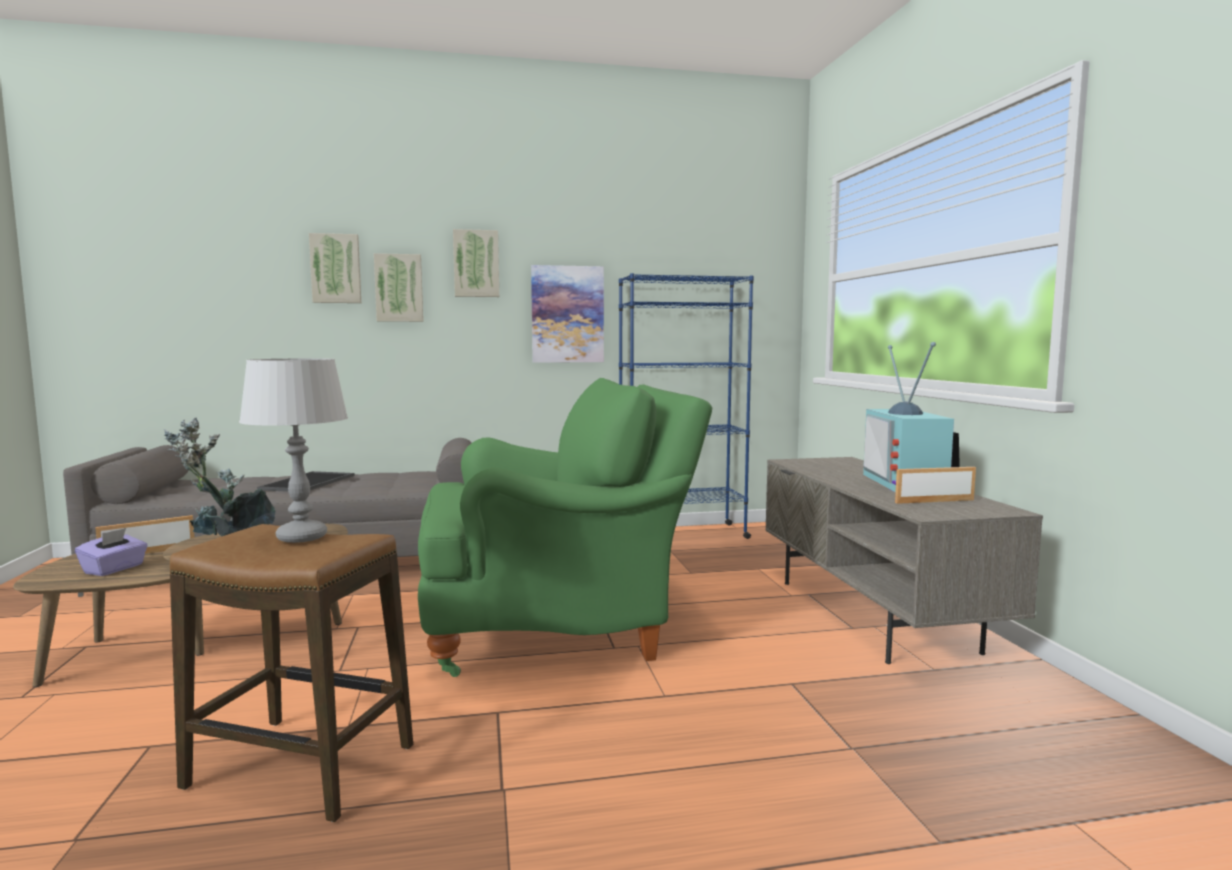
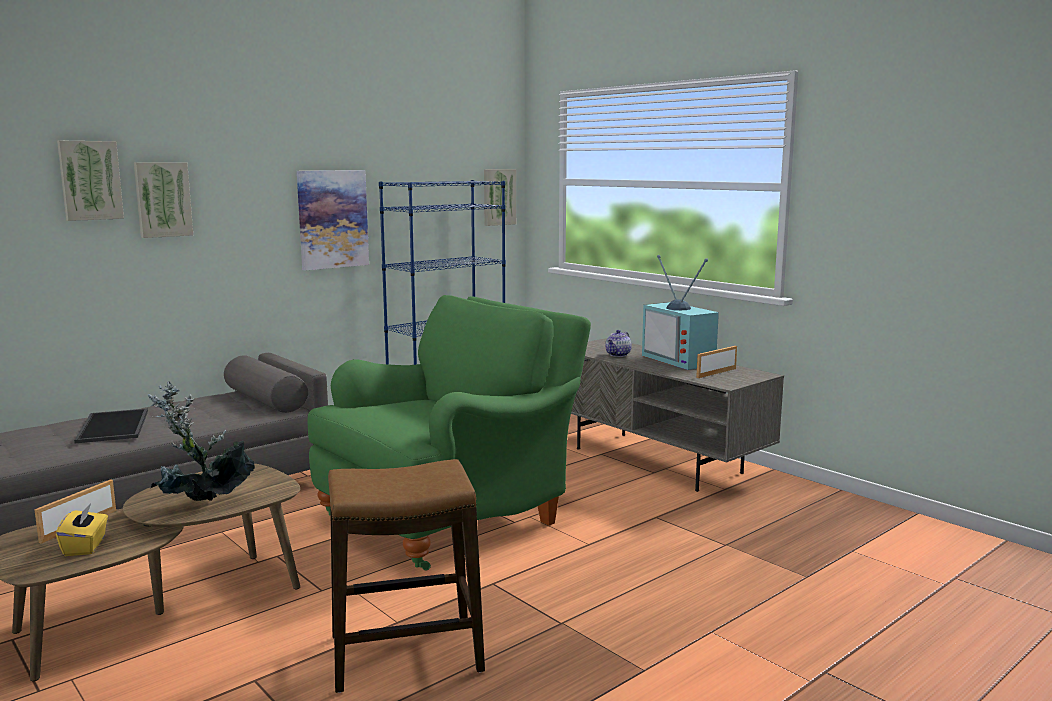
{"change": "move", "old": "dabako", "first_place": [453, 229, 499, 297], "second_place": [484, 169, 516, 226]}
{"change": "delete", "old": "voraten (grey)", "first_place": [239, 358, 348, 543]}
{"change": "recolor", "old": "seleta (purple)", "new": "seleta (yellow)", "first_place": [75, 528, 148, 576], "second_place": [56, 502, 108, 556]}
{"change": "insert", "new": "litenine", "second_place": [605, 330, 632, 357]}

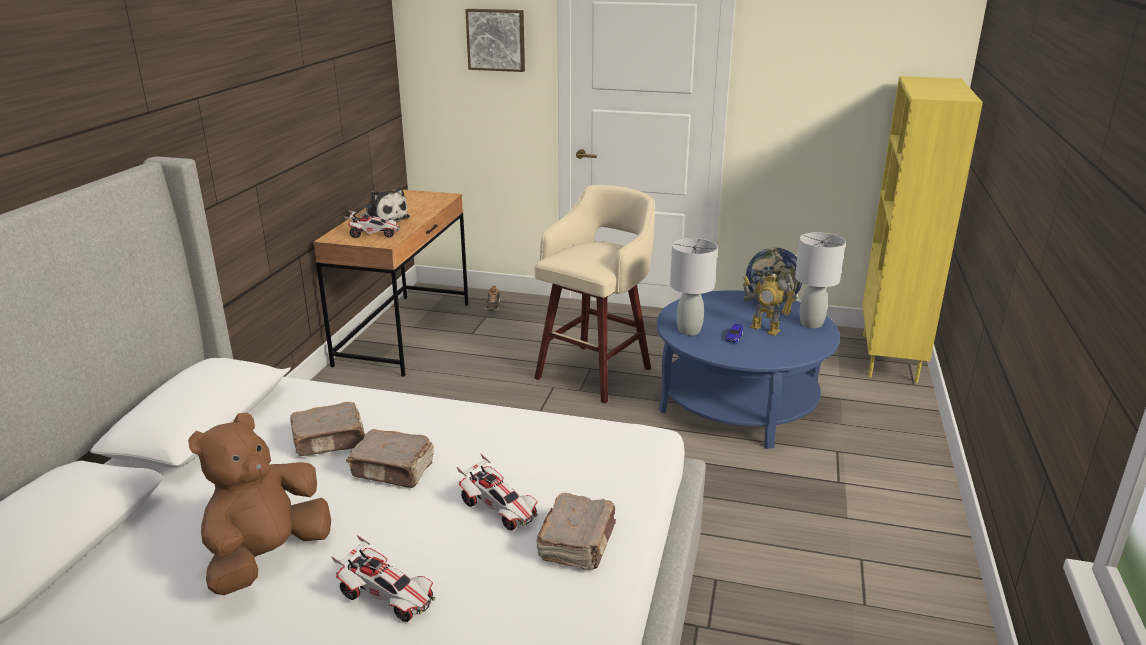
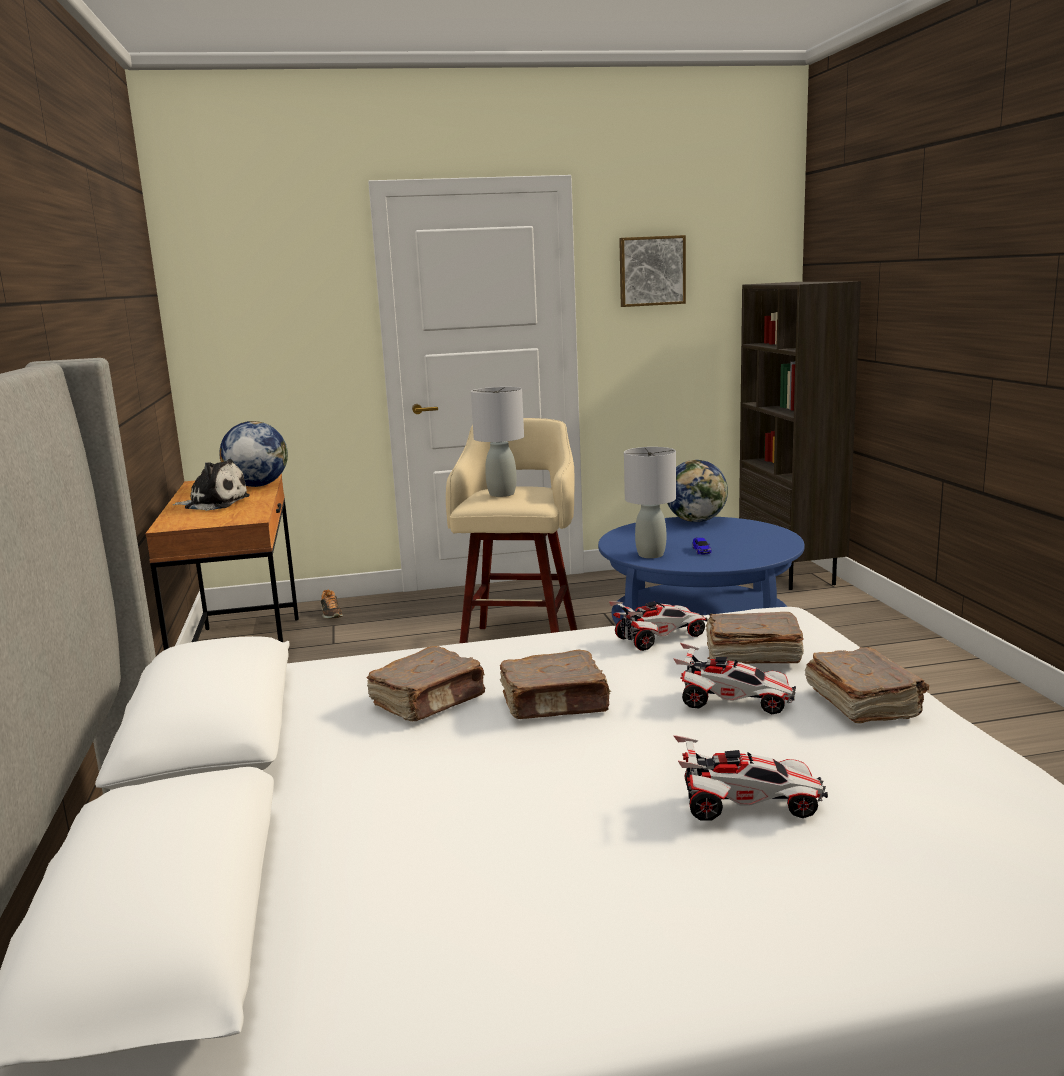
{"change": "move", "old": "dabako", "first_place": [465, 9, 525, 72], "second_place": [619, 235, 686, 307]}
{"change": "recolor", "old": "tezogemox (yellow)", "new": "tezogemox (brown)", "first_place": [863, 76, 983, 383], "second_place": [739, 281, 861, 590]}
{"change": "move", "old": "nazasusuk", "first_place": [344, 210, 400, 238], "second_place": [608, 601, 708, 651]}
{"change": "move", "old": "voraten (grey)", "first_place": [795, 232, 846, 328], "second_place": [471, 387, 524, 497]}
{"change": "delete", "old": "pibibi", "first_place": [743, 274, 797, 336]}
{"change": "delete", "old": "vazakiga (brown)", "first_place": [188, 413, 331, 595]}
{"change": "insert", "new": "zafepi", "second_place": [219, 421, 288, 487]}
{"change": "insert", "new": "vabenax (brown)", "second_place": [706, 612, 804, 664]}

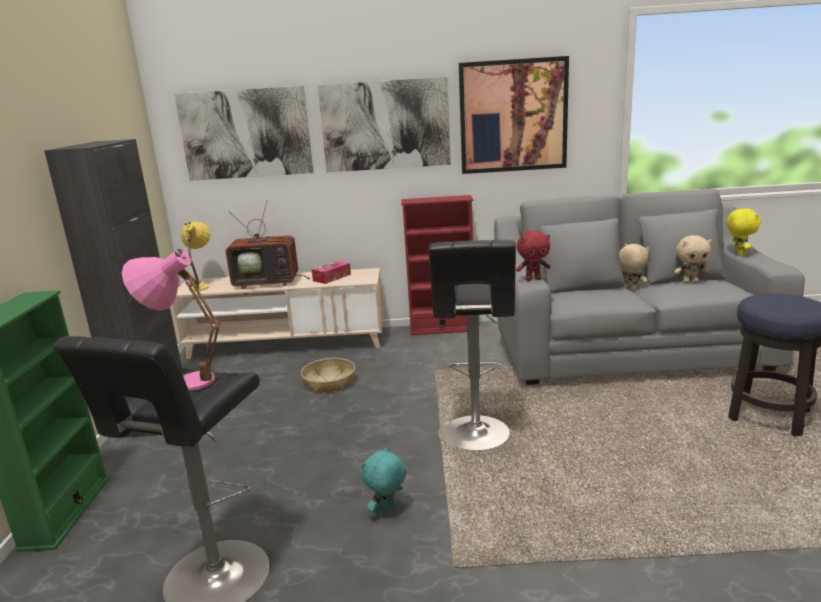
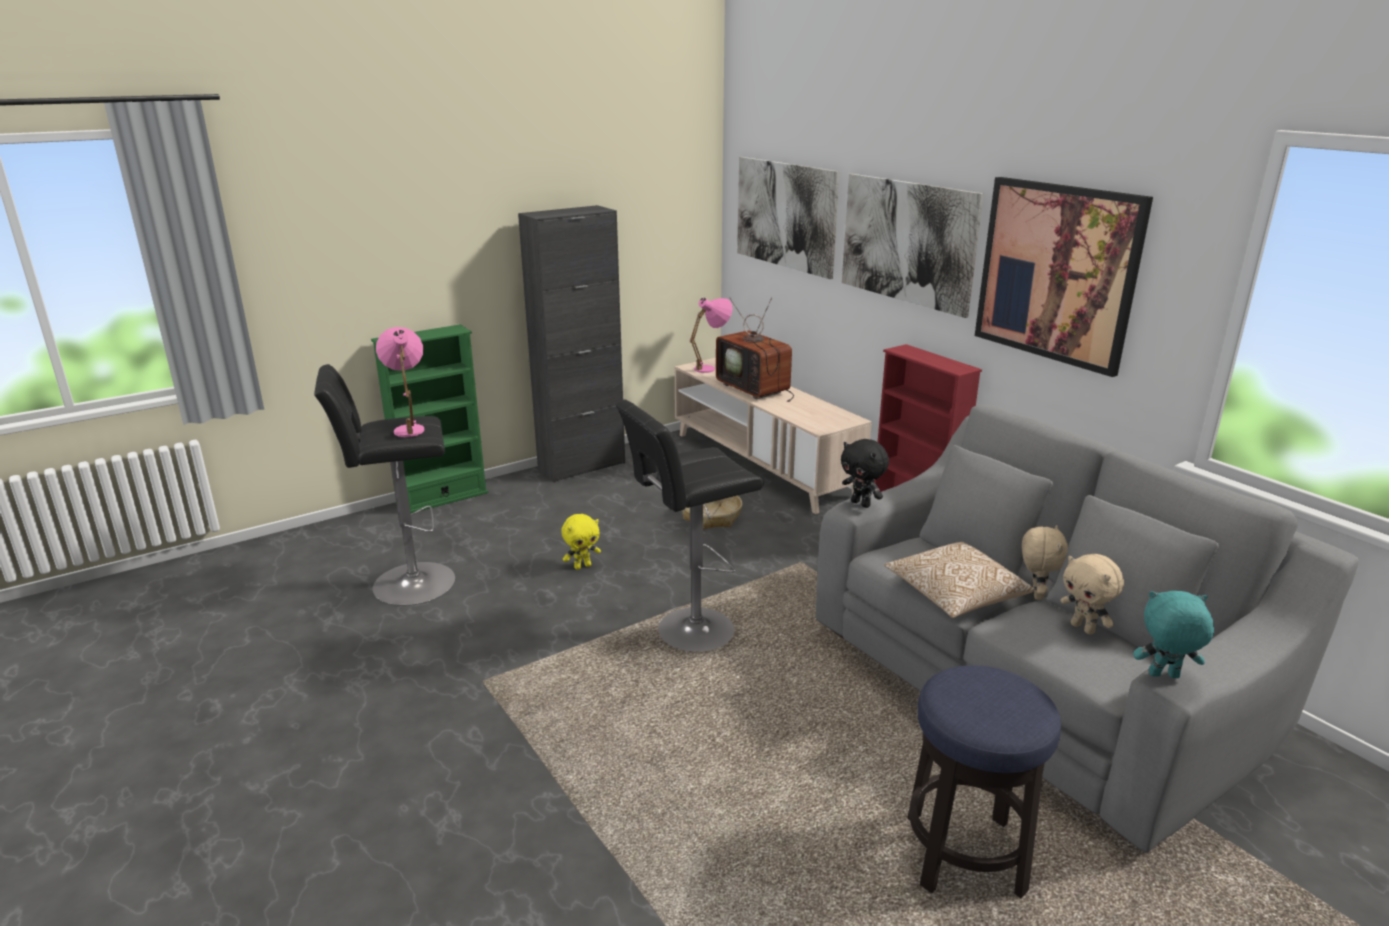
{"change": "move", "old": "vazakiga (yellow)", "first_place": [727, 209, 761, 256], "second_place": [561, 514, 601, 570]}
{"change": "recolor", "old": "voraten (yellow)", "new": "voraten (pink)", "first_place": [181, 221, 211, 292], "second_place": [690, 298, 732, 373]}
{"change": "recolor", "old": "vazakiga (red)", "new": "vazakiga (black)", "first_place": [516, 230, 551, 281], "second_place": [841, 439, 889, 508]}
{"change": "delete", "old": "seleta", "first_place": [312, 261, 351, 284]}
{"change": "move", "old": "vazakiga (turquoise)", "first_place": [361, 446, 407, 516], "second_place": [1133, 591, 1214, 678]}
{"change": "insert", "new": "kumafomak", "second_place": [884, 542, 1034, 618]}

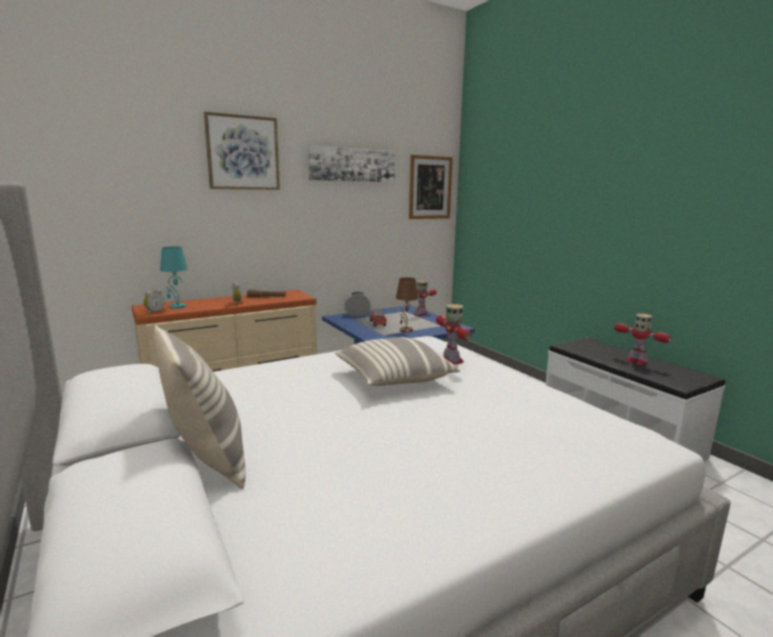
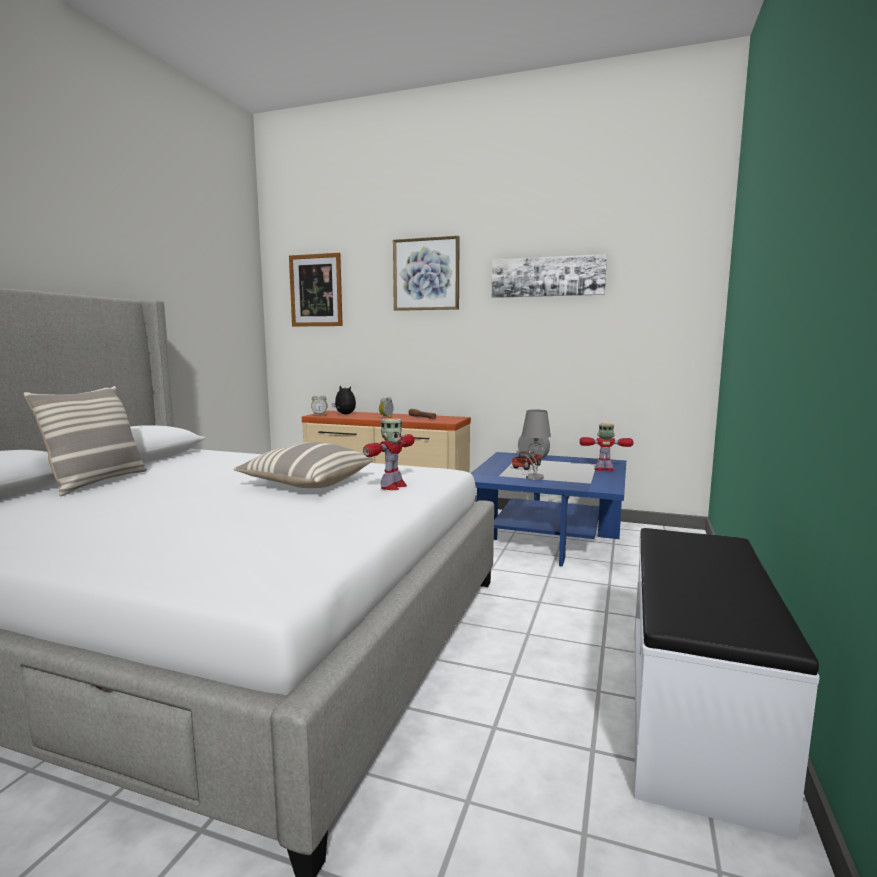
{"change": "move", "old": "dabako", "first_place": [409, 155, 453, 219], "second_place": [289, 253, 343, 327]}
{"change": "replace", "old": "voraten (turquoise)", "new": "vazakiga", "first_place": [160, 246, 188, 309], "second_place": [332, 385, 356, 414]}
{"change": "recolor", "old": "voraten (brown)", "new": "voraten (grey)", "first_place": [396, 277, 418, 333], "second_place": [522, 410, 551, 480]}
{"change": "delete", "old": "pibibi", "first_place": [614, 313, 671, 365]}

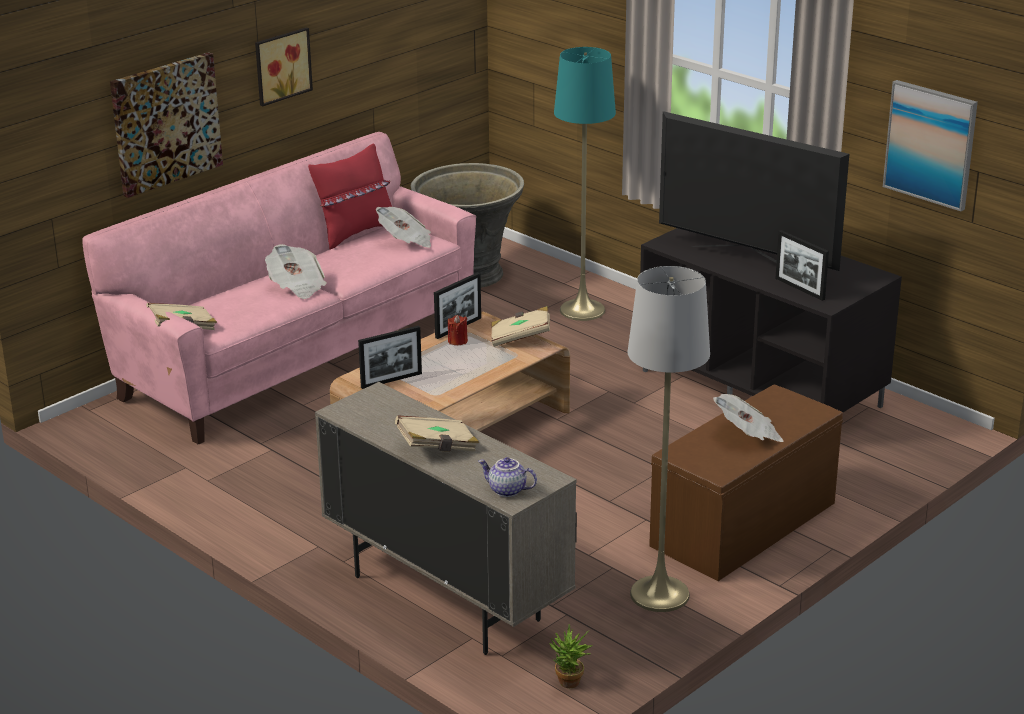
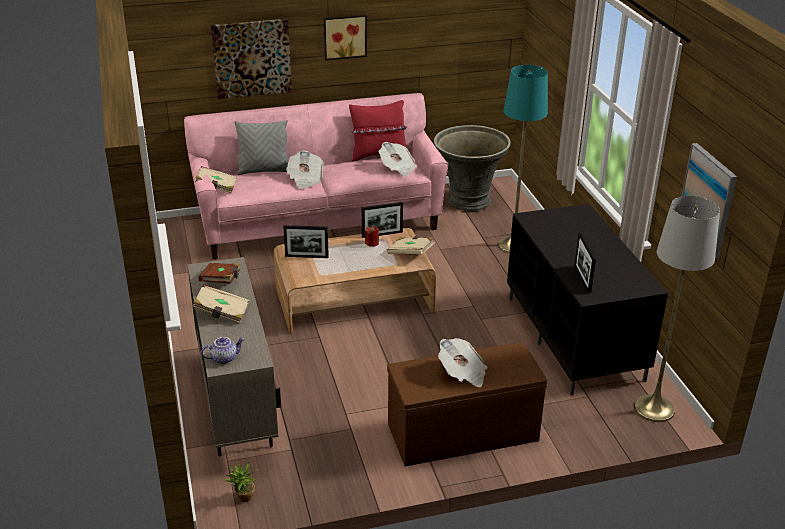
{"change": "delete", "old": "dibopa", "first_place": [659, 111, 849, 271]}
{"change": "move", "old": "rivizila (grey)", "first_place": [628, 266, 710, 612], "second_place": [634, 196, 720, 422]}
{"change": "rotate", "old": "litenine", "first_place": [478, 457, 537, 497], "second_place": [201, 337, 244, 364], "degrees": 105}
{"change": "insert", "new": "kumafomak (grey)", "second_place": [235, 120, 288, 175]}
{"change": "insert", "new": "vabenax (brown)", "second_place": [198, 263, 240, 284]}

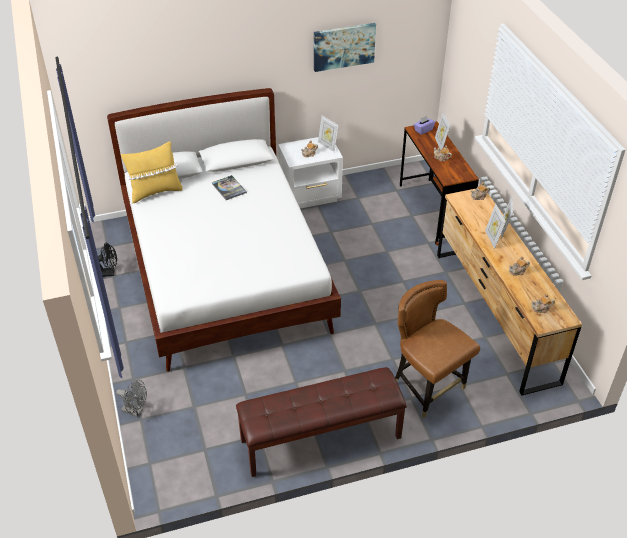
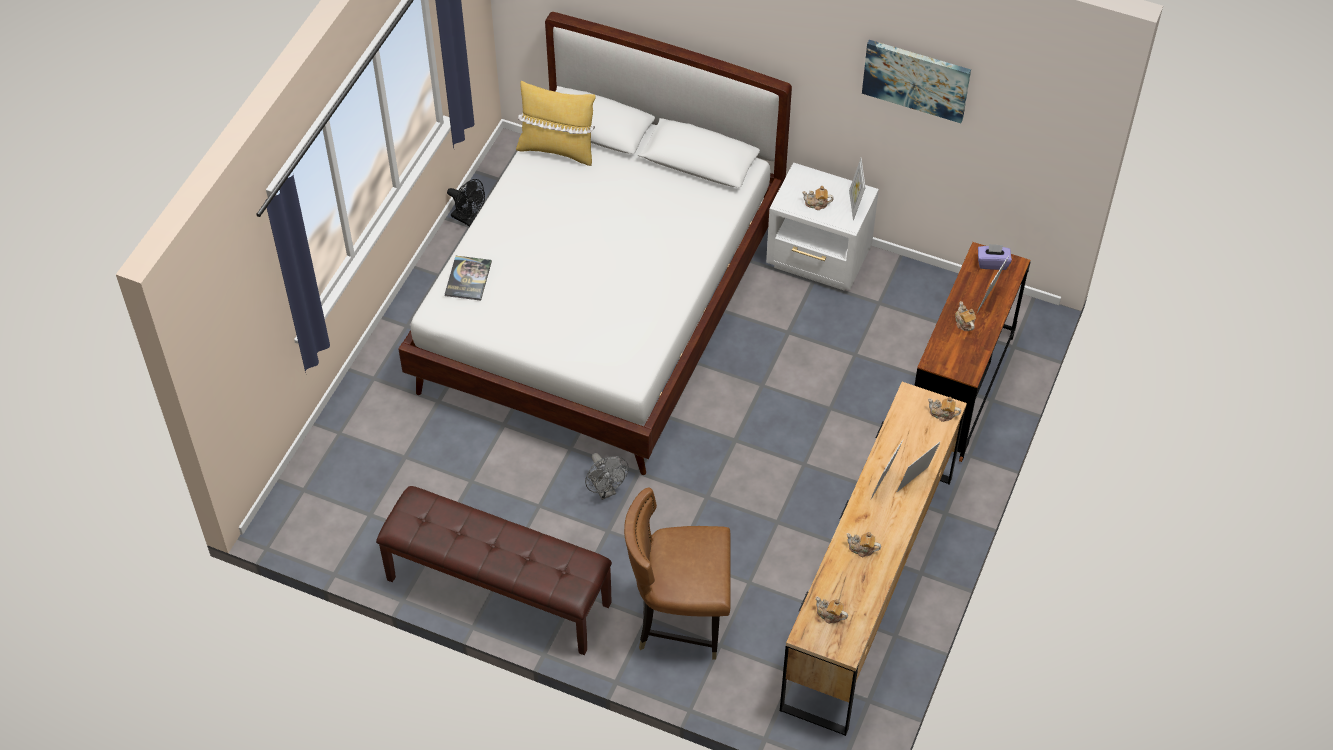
{"change": "move", "old": "vabenax", "first_place": [212, 175, 247, 200], "second_place": [444, 256, 492, 301]}
{"change": "rotate", "old": "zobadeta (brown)", "first_place": [395, 280, 480, 418], "second_place": [624, 487, 730, 659], "degrees": -90}
{"change": "move", "old": "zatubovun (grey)", "first_place": [116, 380, 147, 417], "second_place": [585, 453, 629, 500]}

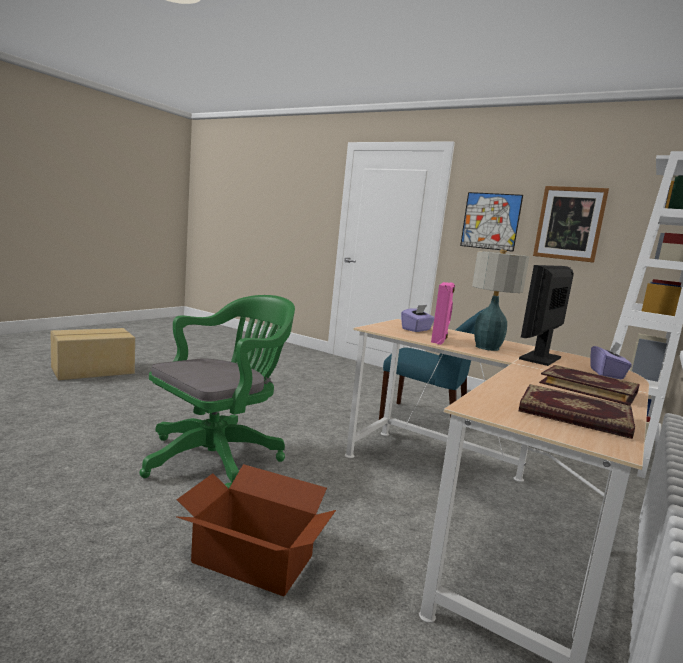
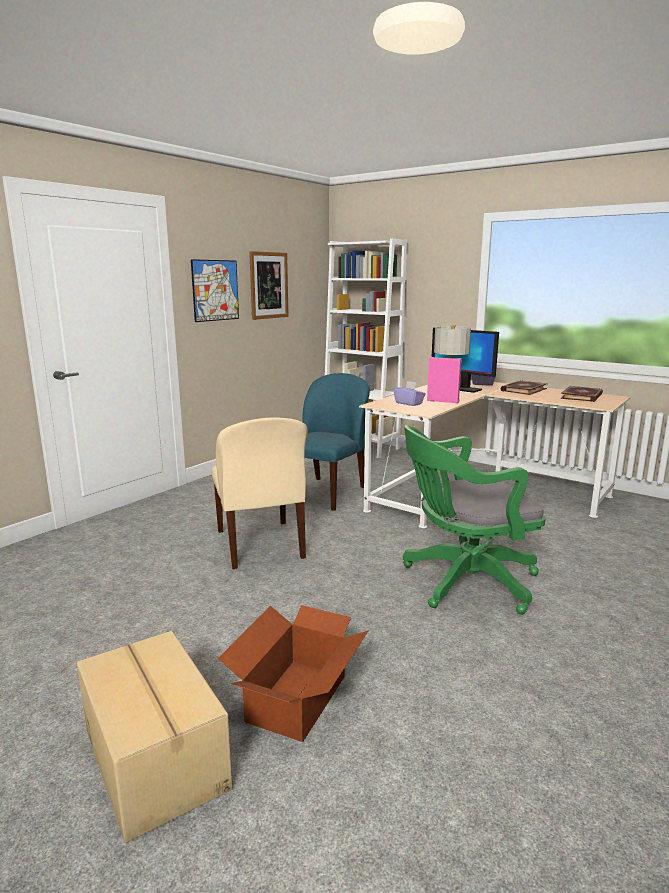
{"change": "rotate", "old": "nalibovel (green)", "first_place": [139, 295, 295, 488], "second_place": [403, 425, 546, 615], "degrees": -60}
{"change": "move", "old": "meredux", "first_place": [177, 464, 336, 597], "second_place": [218, 605, 369, 742]}
{"change": "insert", "new": "zobadeta (beige)", "second_place": [212, 418, 308, 569]}

